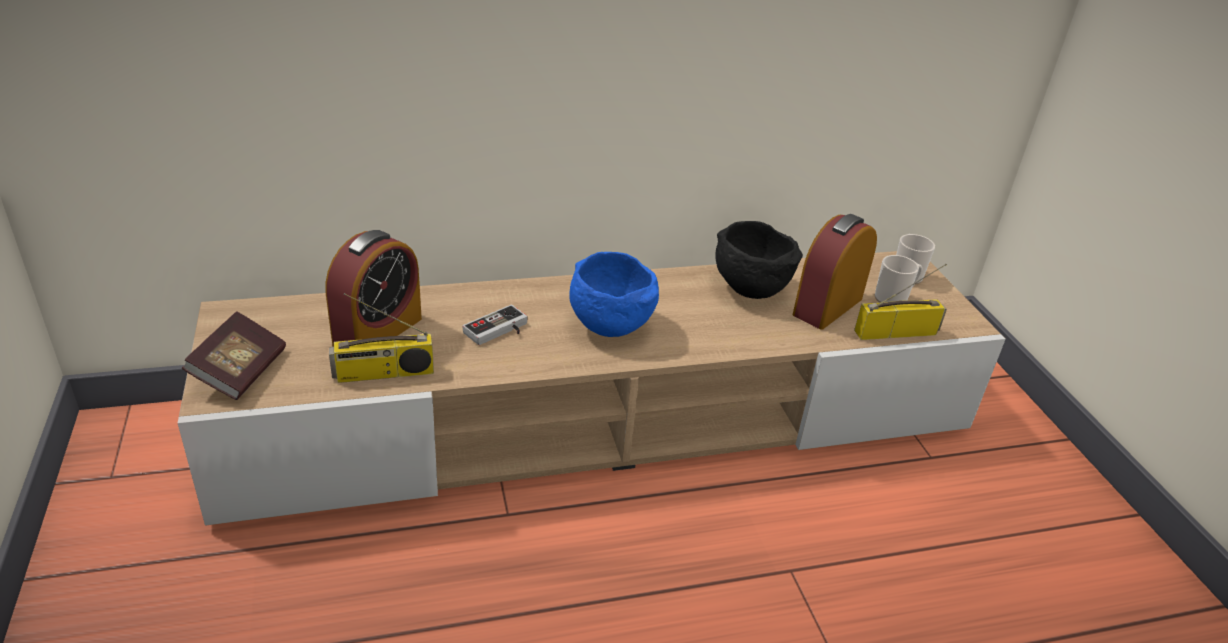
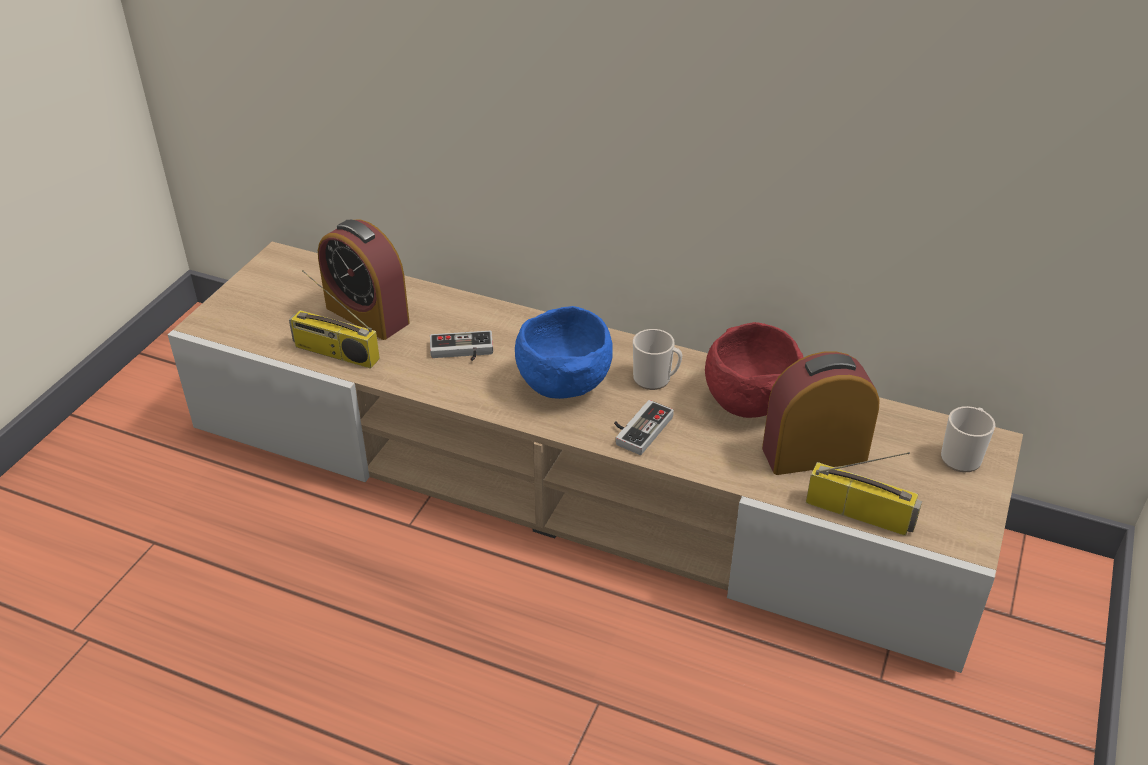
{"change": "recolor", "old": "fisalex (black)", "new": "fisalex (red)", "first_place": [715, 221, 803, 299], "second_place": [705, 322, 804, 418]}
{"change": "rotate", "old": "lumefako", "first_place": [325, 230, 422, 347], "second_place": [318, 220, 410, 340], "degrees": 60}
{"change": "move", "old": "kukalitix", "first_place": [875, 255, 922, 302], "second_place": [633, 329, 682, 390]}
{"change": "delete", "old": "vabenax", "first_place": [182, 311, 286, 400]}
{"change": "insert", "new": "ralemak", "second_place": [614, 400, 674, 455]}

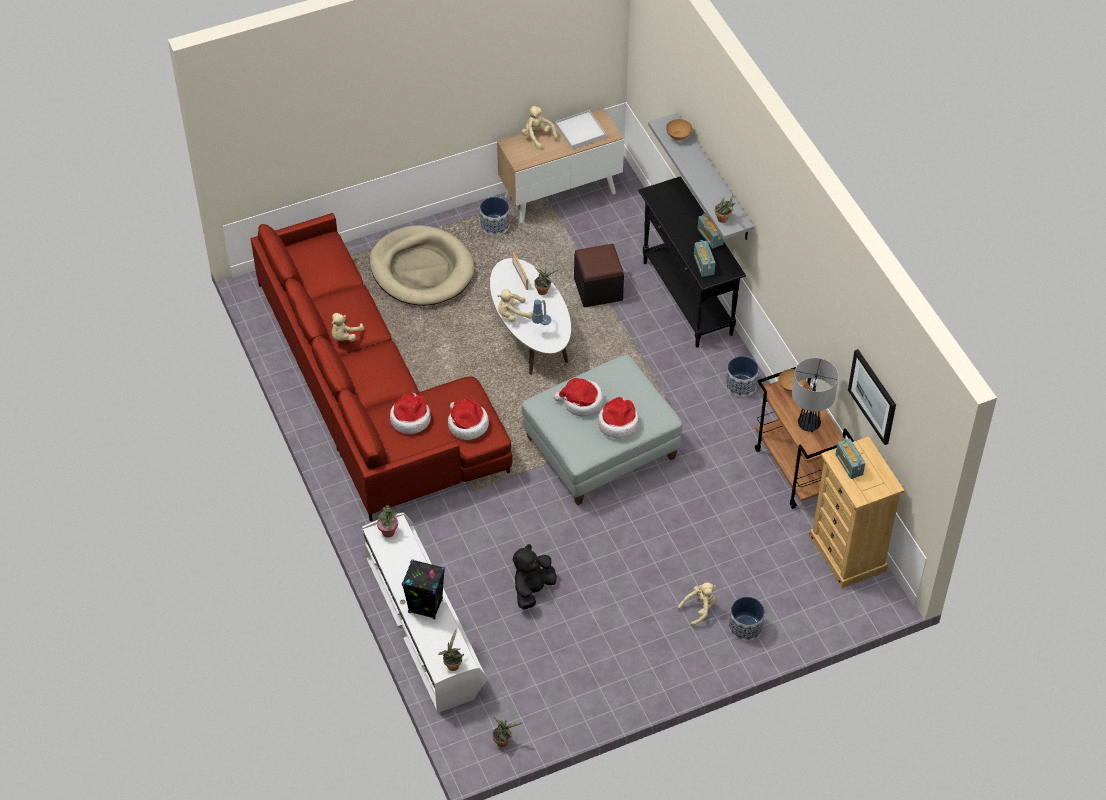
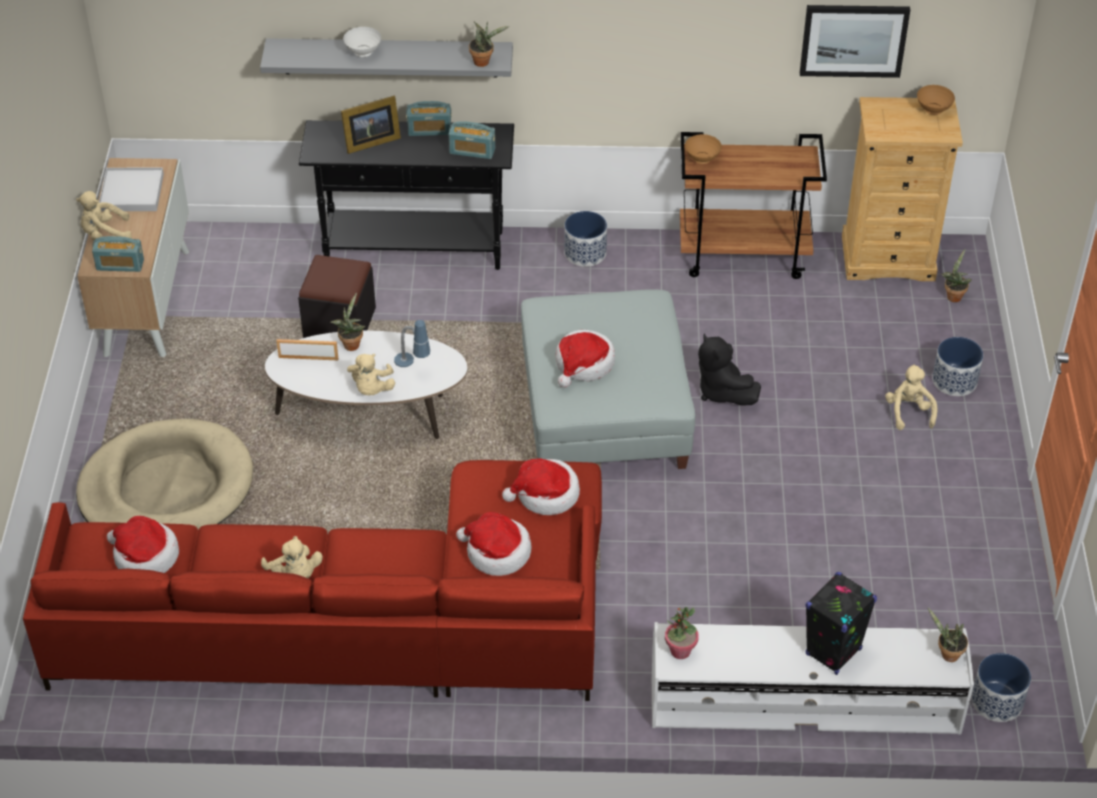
{"change": "move", "old": "fisalex (brown)", "first_place": [666, 119, 692, 141], "second_place": [917, 85, 955, 115]}
{"change": "move", "old": "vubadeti", "first_place": [480, 197, 510, 236], "second_place": [971, 653, 1031, 722]}
{"change": "delete", "old": "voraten", "first_place": [792, 358, 839, 432]}
{"change": "move", "old": "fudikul", "first_place": [598, 397, 639, 438], "second_place": [107, 516, 179, 573]}
{"change": "move", "old": "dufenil", "first_place": [835, 438, 865, 479], "second_place": [92, 236, 144, 272]}
{"change": "move", "old": "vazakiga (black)", "first_place": [513, 544, 557, 610], "second_place": [698, 333, 761, 406]}
{"change": "move", "old": "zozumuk", "first_place": [493, 717, 524, 747], "second_place": [941, 249, 972, 302]}
{"change": "insert", "new": "fisalex (white)", "second_place": [343, 27, 381, 57]}
{"change": "insert", "new": "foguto", "second_place": [341, 96, 401, 154]}

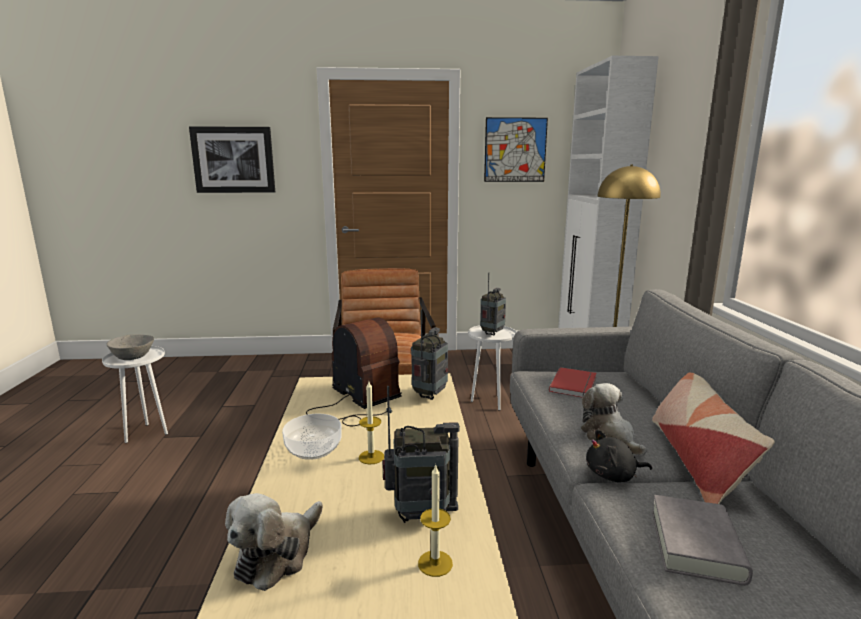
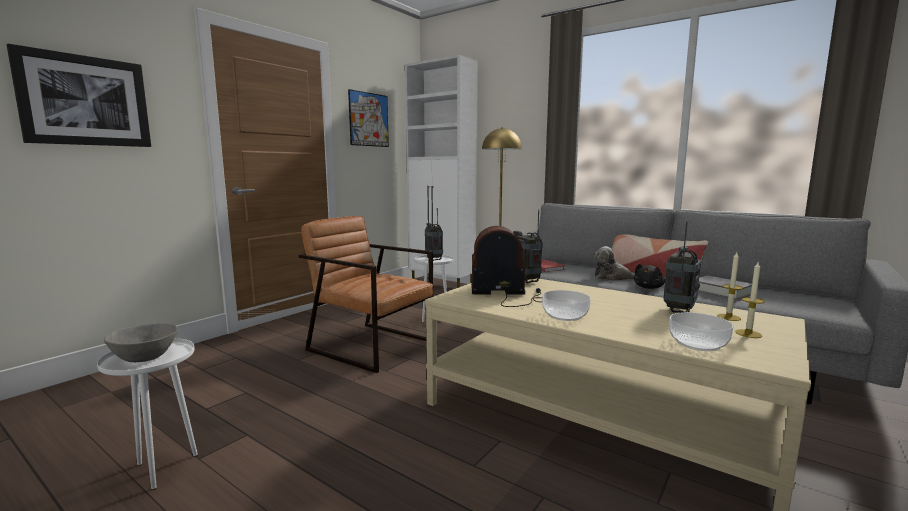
{"change": "move", "old": "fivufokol", "first_place": [359, 381, 384, 464], "second_place": [735, 262, 765, 338]}
{"change": "replace", "old": "vazakiga", "new": "fisalex", "first_place": [225, 493, 323, 591], "second_place": [669, 312, 733, 351]}

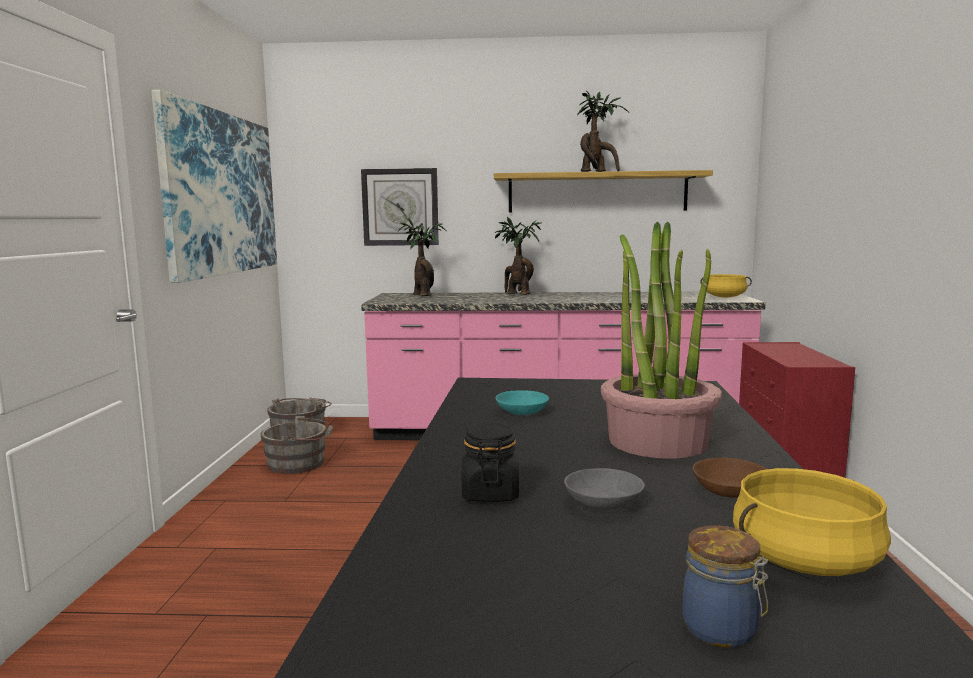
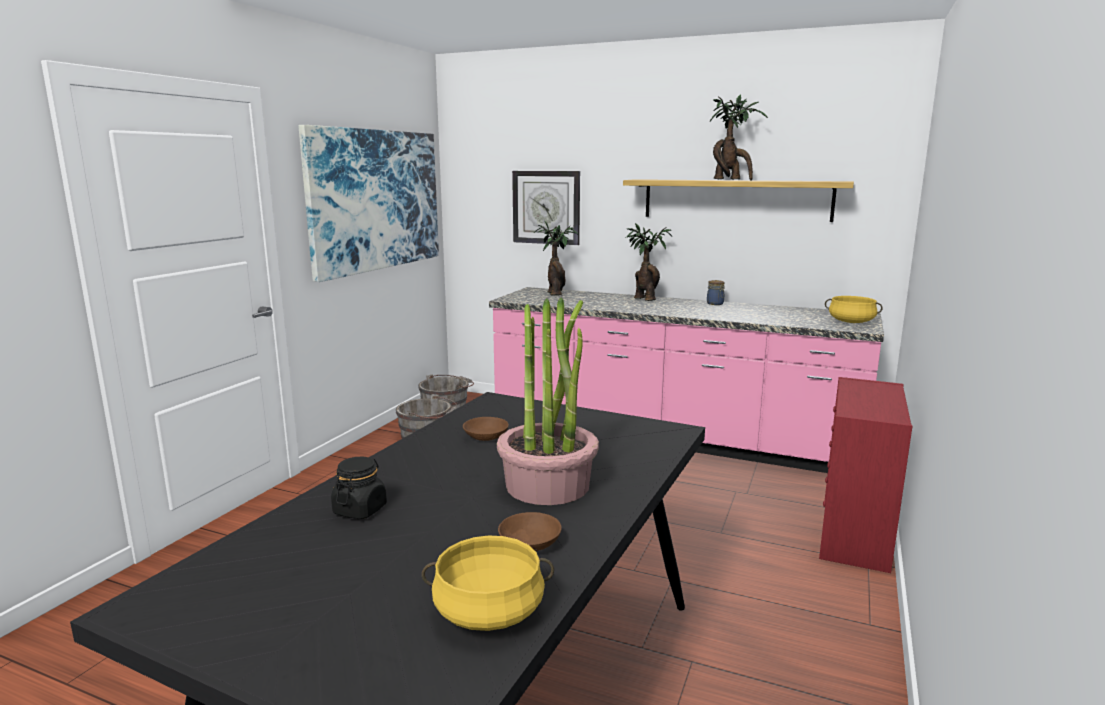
{"change": "recolor", "old": "fisalex (turquoise)", "new": "fisalex (brown)", "first_place": [496, 391, 549, 415], "second_place": [463, 417, 509, 441]}
{"change": "delete", "old": "fisalex (grey)", "first_place": [564, 468, 645, 510]}
{"change": "move", "old": "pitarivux", "first_place": [682, 525, 768, 648], "second_place": [707, 280, 725, 305]}

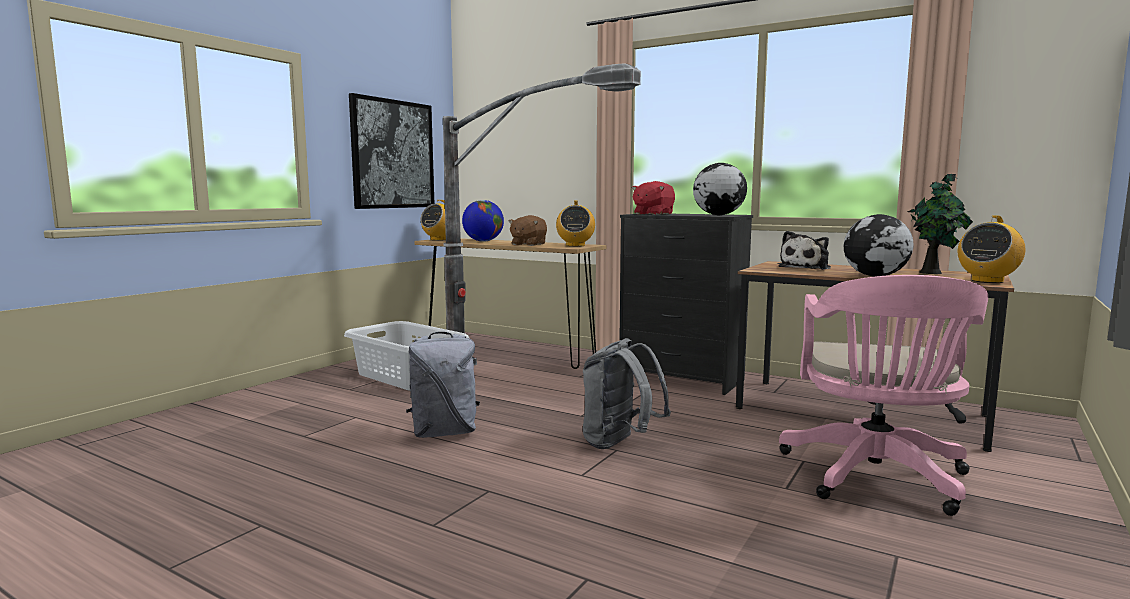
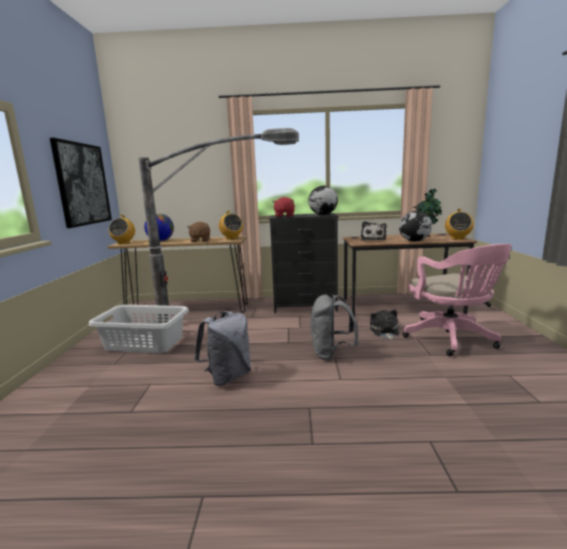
{"change": "insert", "new": "vazakiga", "second_place": [370, 310, 399, 340]}

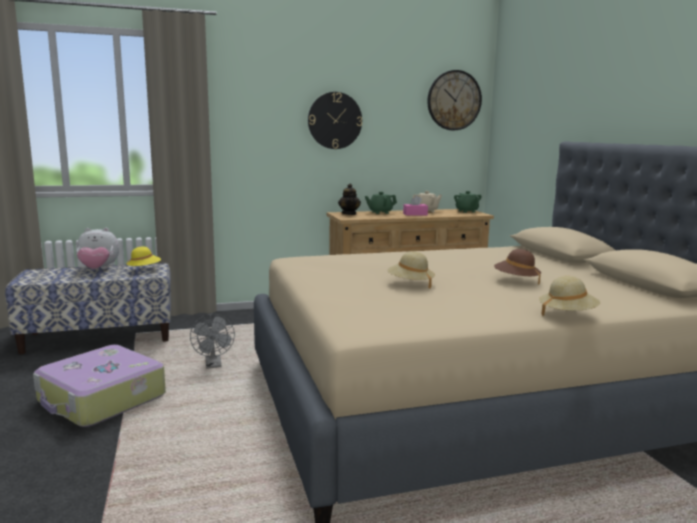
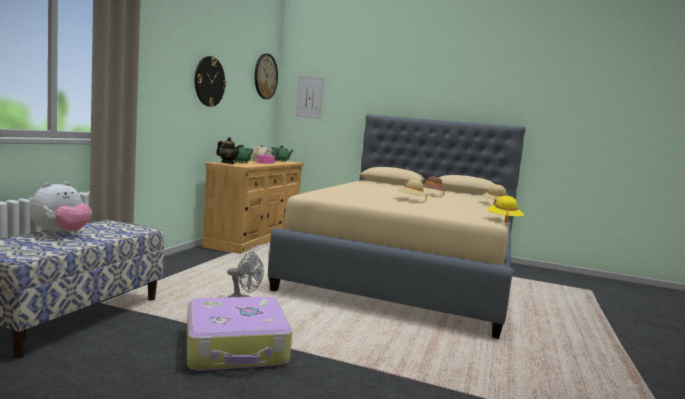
{"change": "move", "old": "fudikul (yellow)", "first_place": [126, 246, 161, 271], "second_place": [487, 196, 524, 224]}
{"change": "insert", "new": "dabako", "second_place": [295, 75, 325, 119]}

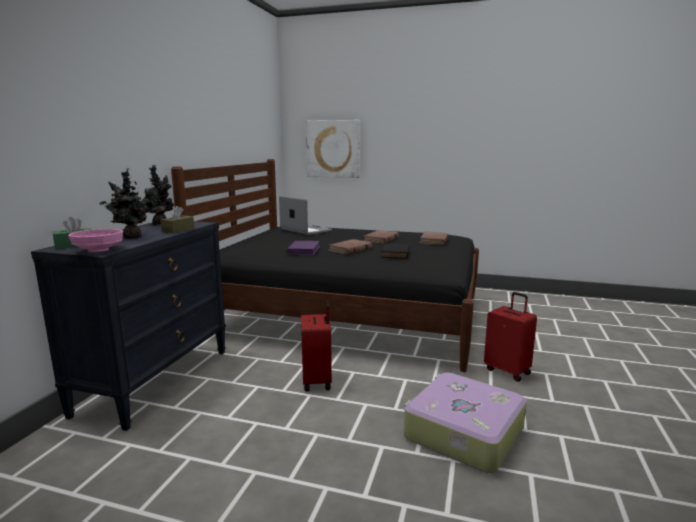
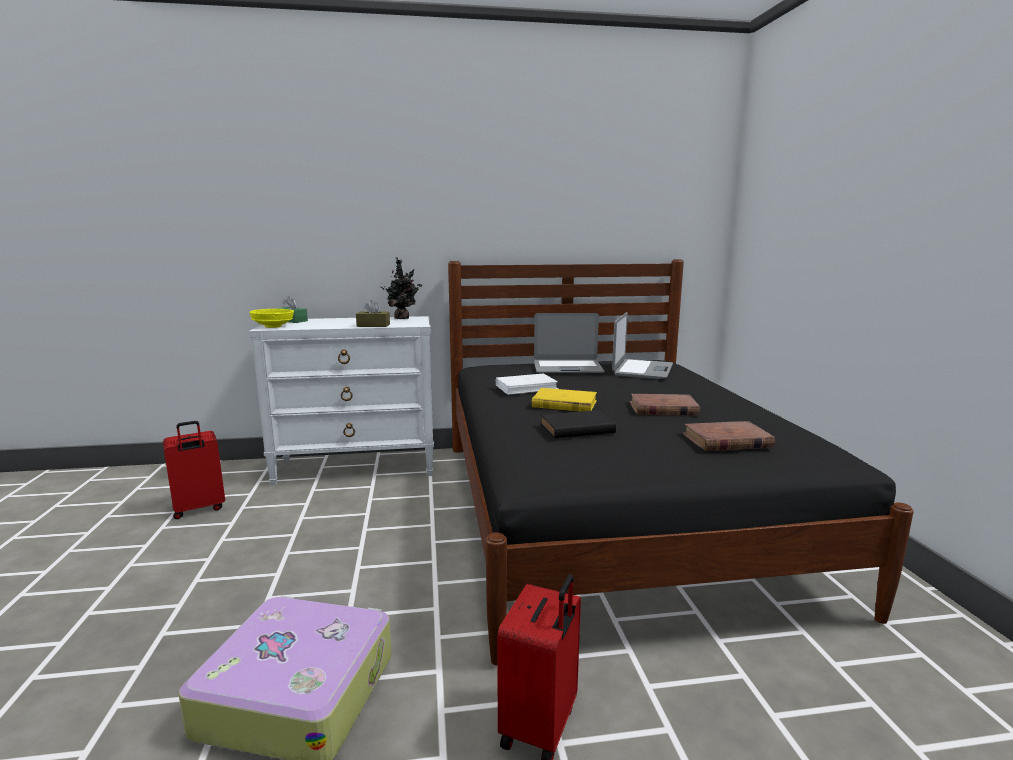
{"change": "delete", "old": "dabako", "first_place": [306, 120, 360, 178]}
{"change": "delete", "old": "zozumuk", "first_place": [99, 168, 153, 238]}
{"change": "recolor", "old": "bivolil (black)", "new": "bivolil (white)", "first_place": [31, 221, 226, 431], "second_place": [249, 316, 434, 486]}
{"change": "recolor", "old": "fisalex (pink)", "new": "fisalex (yellow)", "first_place": [68, 229, 123, 252], "second_place": [249, 309, 294, 328]}
{"change": "recolor", "old": "vabenax (brown)", "new": "vabenax (yellow)", "first_place": [328, 239, 373, 255], "second_place": [532, 388, 597, 411]}
{"change": "recolor", "old": "vabenax (purple)", "new": "vabenax (white)", "first_place": [287, 241, 320, 255], "second_place": [496, 373, 558, 395]}
{"change": "move", "old": "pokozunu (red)", "first_place": [301, 300, 332, 391], "second_place": [163, 421, 225, 519]}
{"change": "insert", "new": "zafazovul", "second_place": [534, 313, 605, 373]}

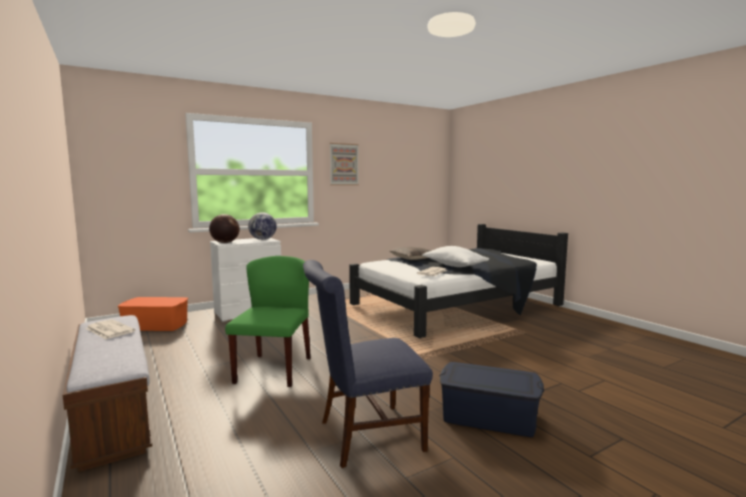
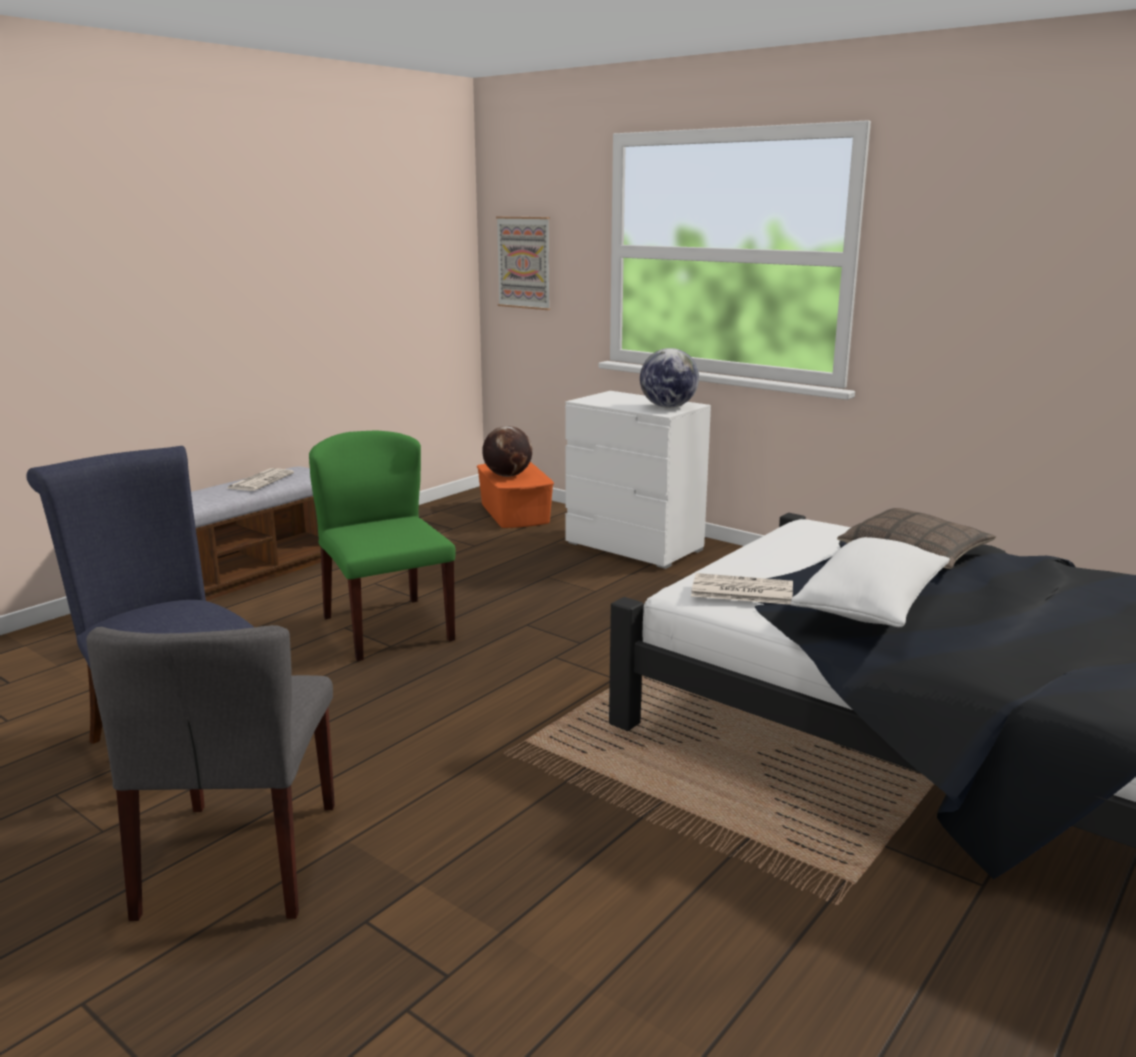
{"change": "move", "old": "dabako", "first_place": [330, 143, 359, 185], "second_place": [496, 216, 550, 310]}
{"change": "move", "old": "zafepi", "first_place": [209, 214, 240, 243], "second_place": [482, 426, 532, 477]}
{"change": "rotate", "old": "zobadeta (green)", "first_place": [225, 256, 311, 387], "second_place": [309, 430, 456, 661], "degrees": -105}
{"change": "replace", "old": "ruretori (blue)", "new": "zobadeta (grey)", "first_place": [440, 362, 544, 437], "second_place": [87, 625, 335, 921]}

